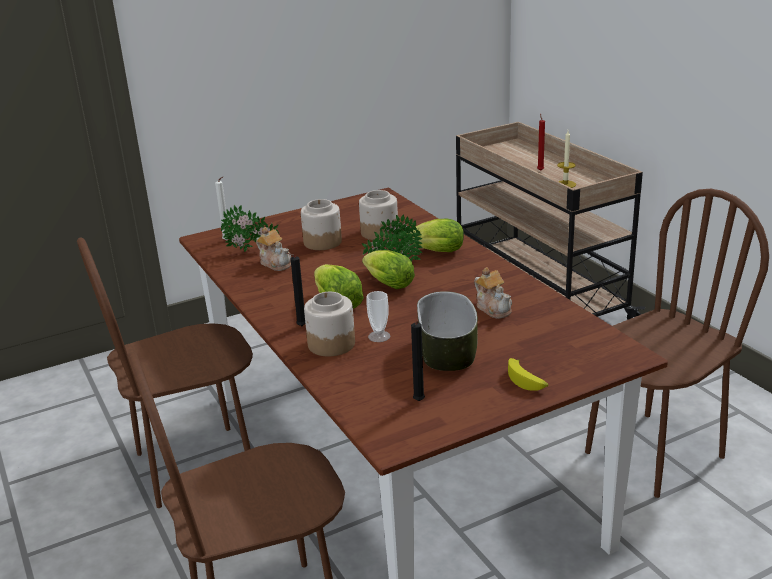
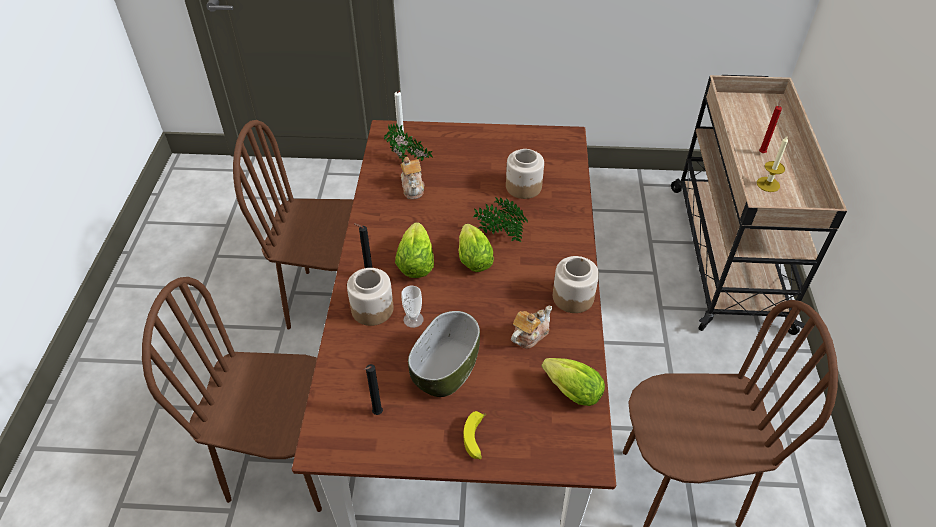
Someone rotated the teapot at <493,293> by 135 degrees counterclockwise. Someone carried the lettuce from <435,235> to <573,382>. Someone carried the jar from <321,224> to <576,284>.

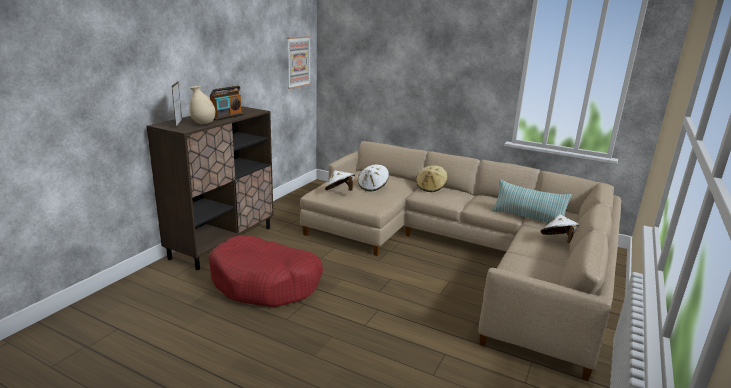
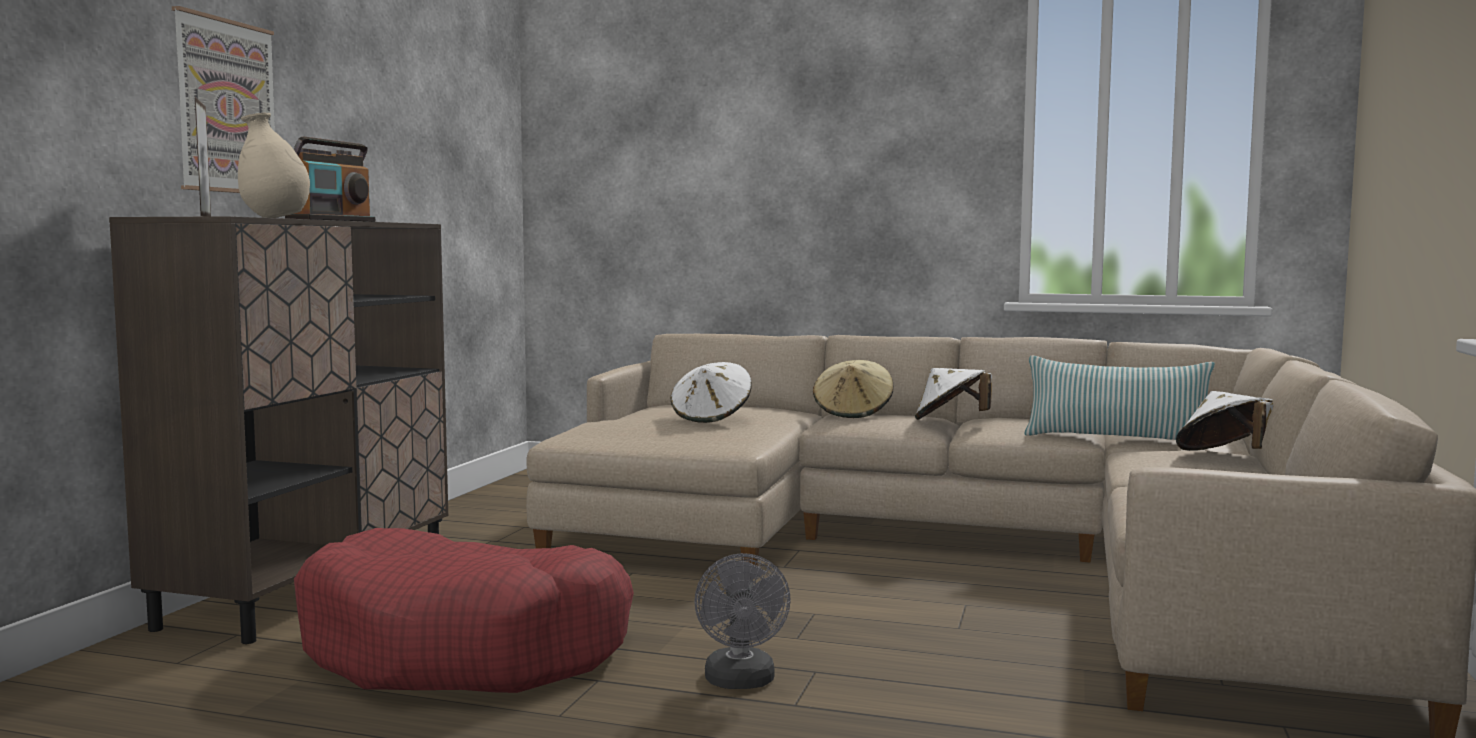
Someone carried the picture from <299,62> to <223,99>. Someone put down the fan/grey at <742,621>. Someone carried the hat/white from <340,180> to <953,394>.

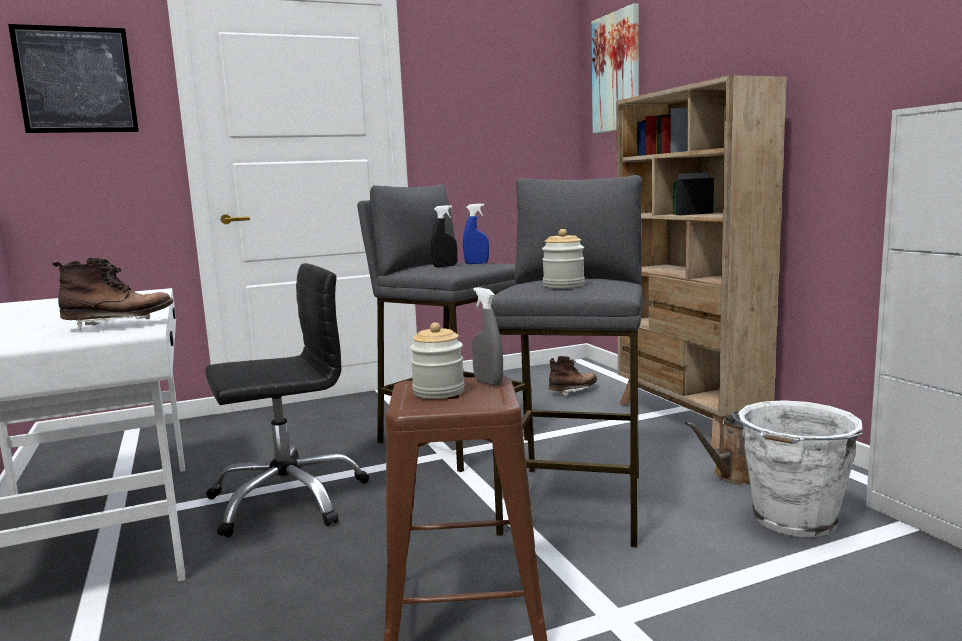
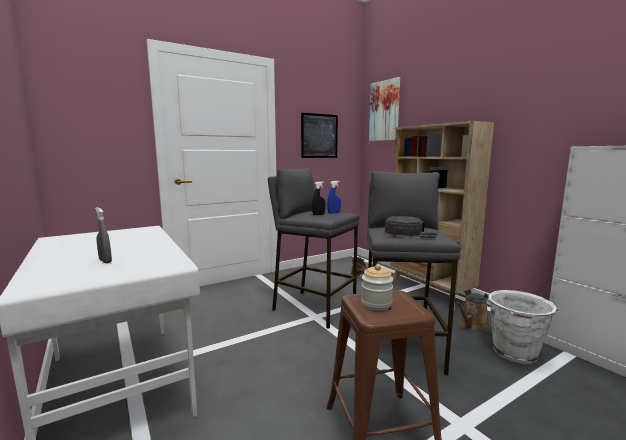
Someone carried the spray bottle/grey from <487,336> to <103,235>. Someone carried the picture from <73,78> to <319,135>. Someone swapped the jar at <563,258> for the cap/black at <411,227>. Someone took away the boot/brown at <112,294>. Someone took away the office chair/black at <287,400>.

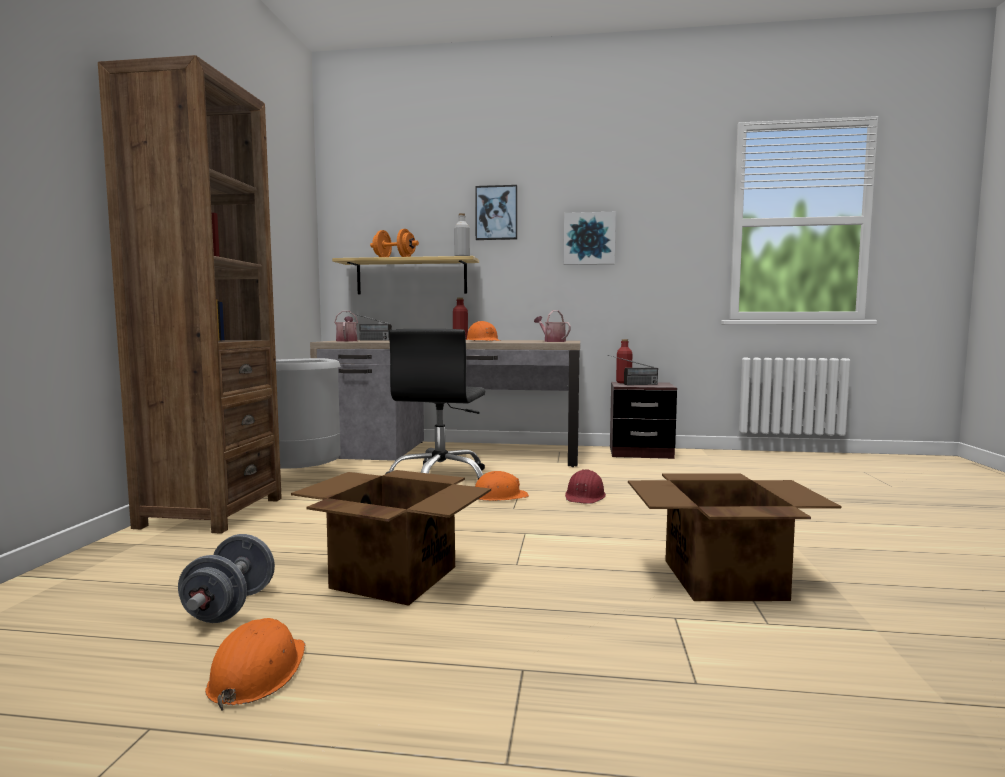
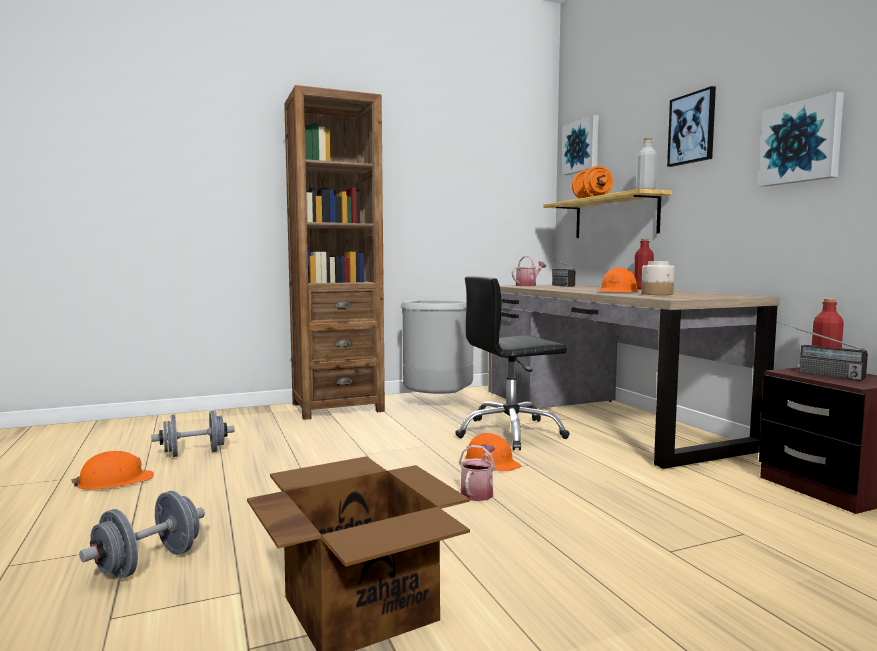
Someone put down the dumbbell/grey at <142,535>. Someone carried the watering can from <552,326> to <477,472>. Someone put up the picture at <580,145>. Someone put down the jar at <658,278>. Someone took away the cardboard box at <391,538>. Someone took away the hard hat/red at <585,486>.

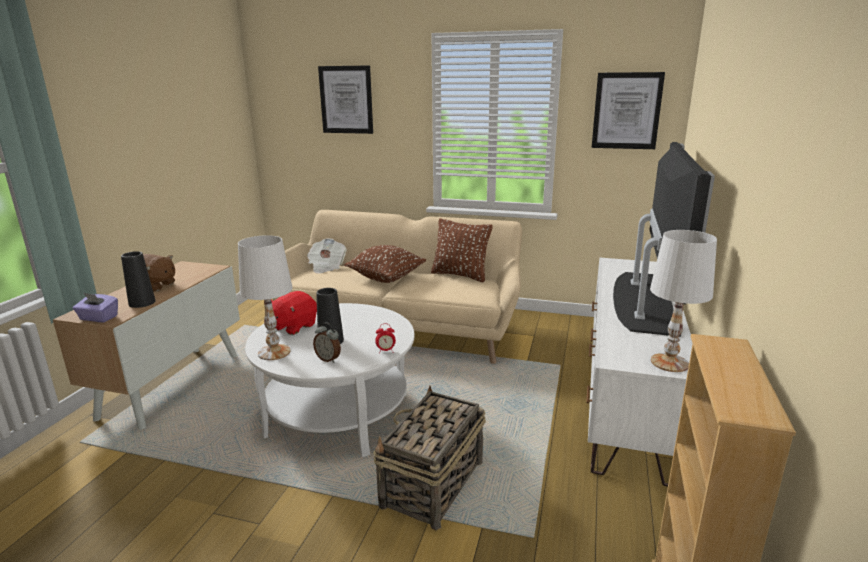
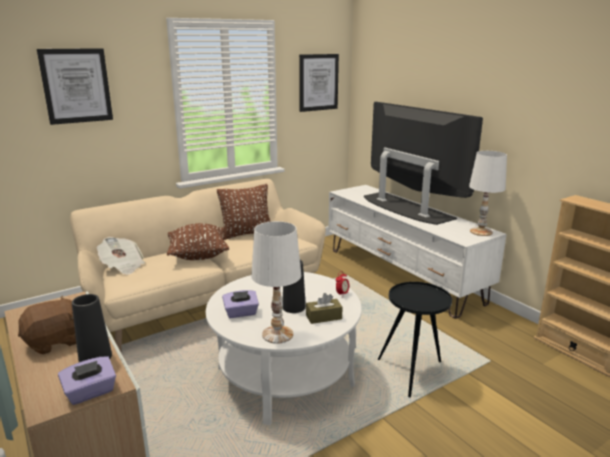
Someone swapped the plush toy/red at <294,313> for the tissue box/purple at <240,304>. Someone swapped the alarm clock at <327,342> for the tissue box/brown at <324,308>. Someone swapped the basket at <429,457> for the side table/black at <415,340>.

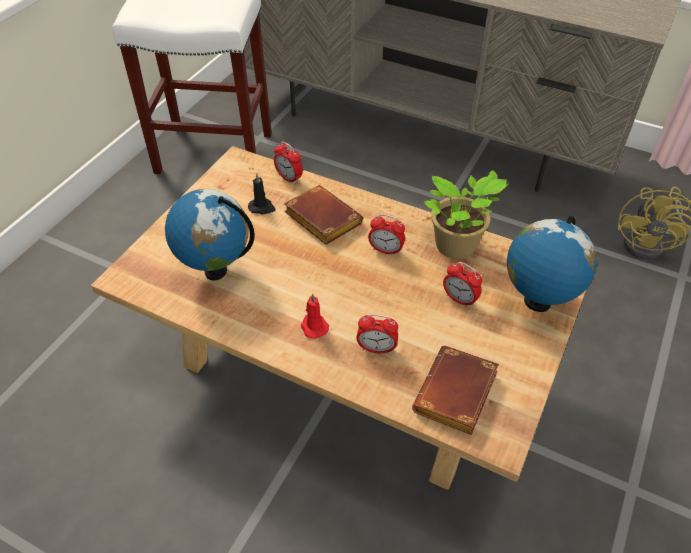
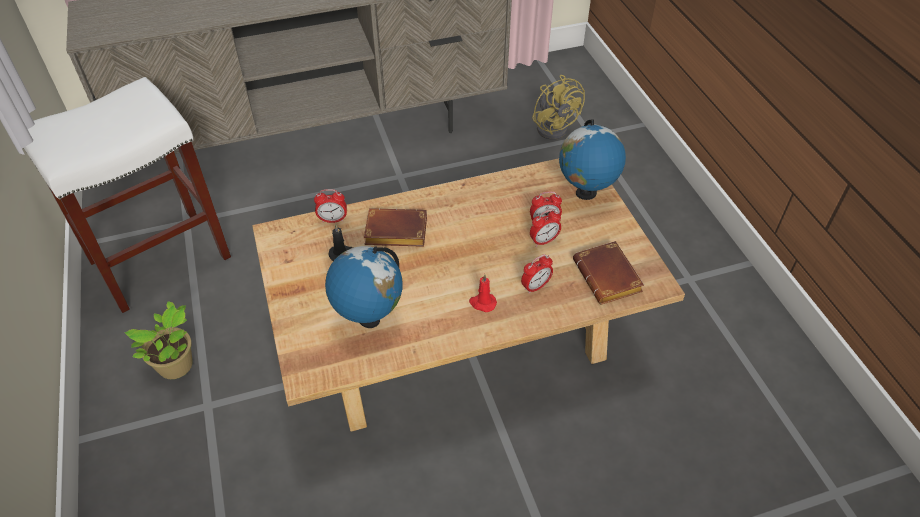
Someone carried the potted plant from <466,214> to <158,340>. Someone carried the alarm clock from <386,235> to <545,228>.

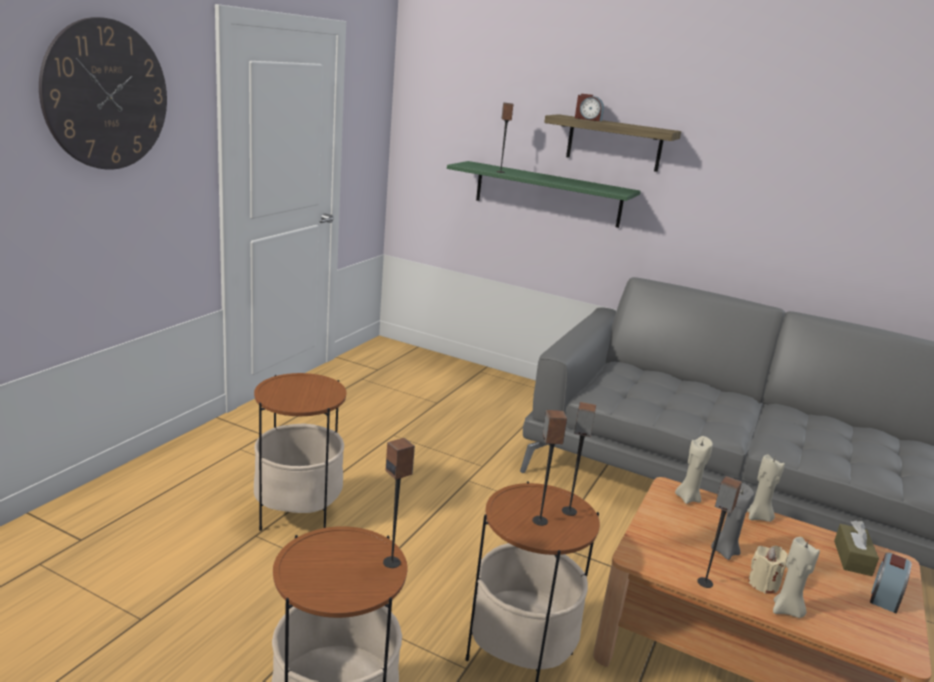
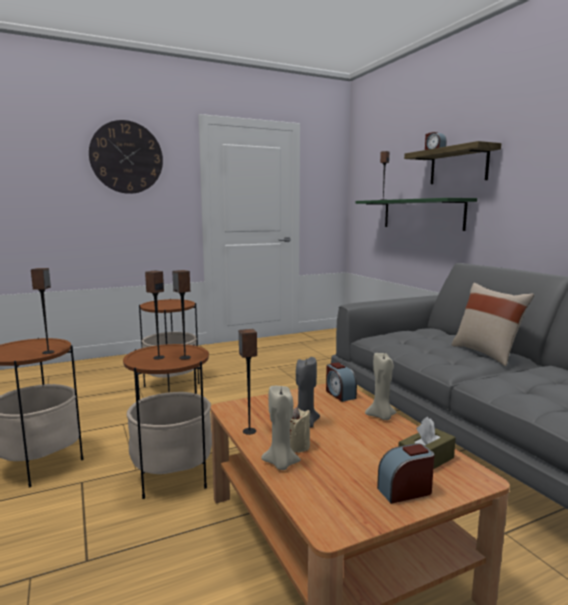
Someone swapped the candle/beige at <694,470> for the alarm clock at <341,382>. Someone put down the pillow/beige at <493,324>.

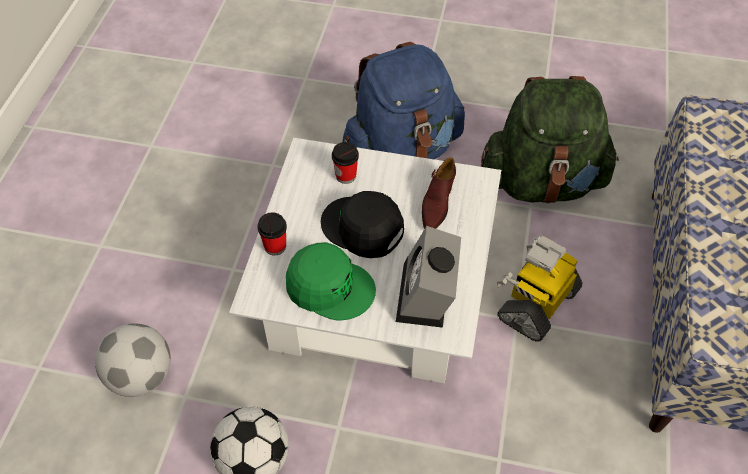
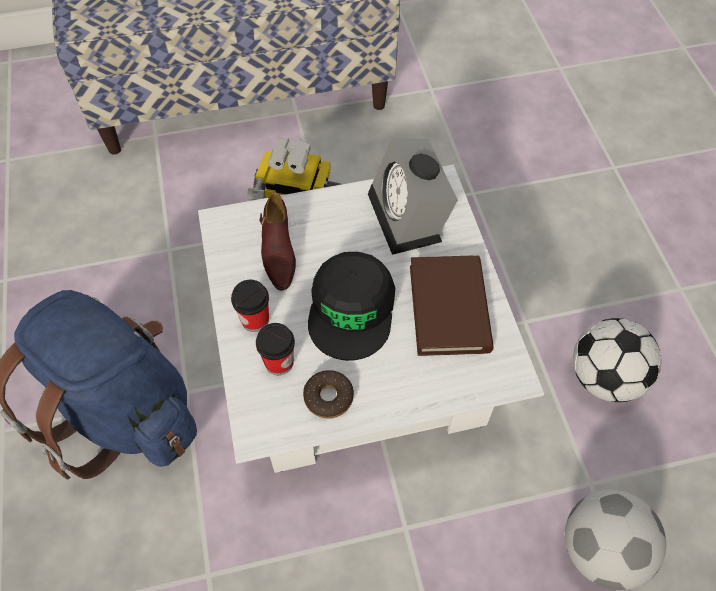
Someone carried the cup from <272,234> to <250,306>. Someone rotated the shoe/brown at <439,193> by 90 degrees clockwise. Someone put down the donut at <328,394>. Someone rotated the alarm clock at <428,277> by 90 degrees clockwise. Someone swapped the cap/green at <331,281> for the book/brown at <452,306>. Someone took away the backpack/green at <550,140>.

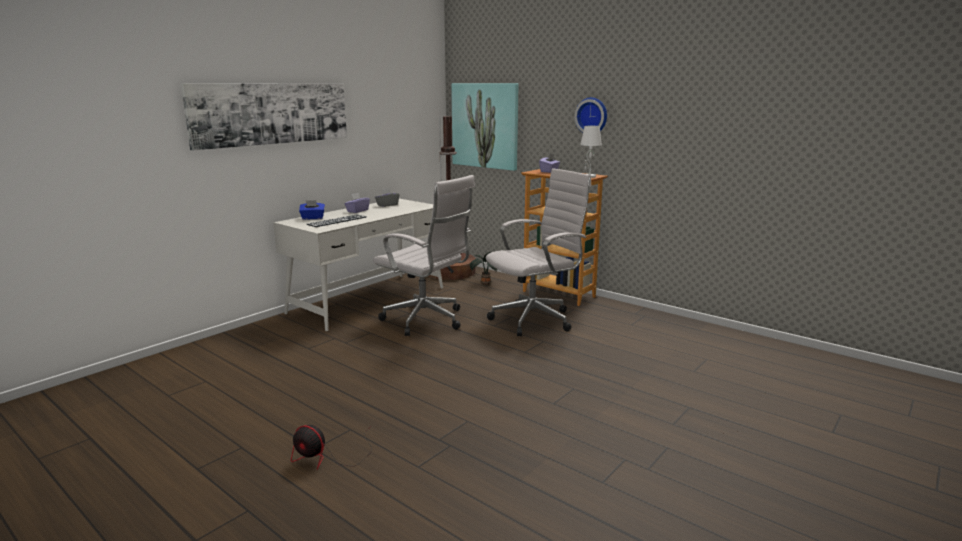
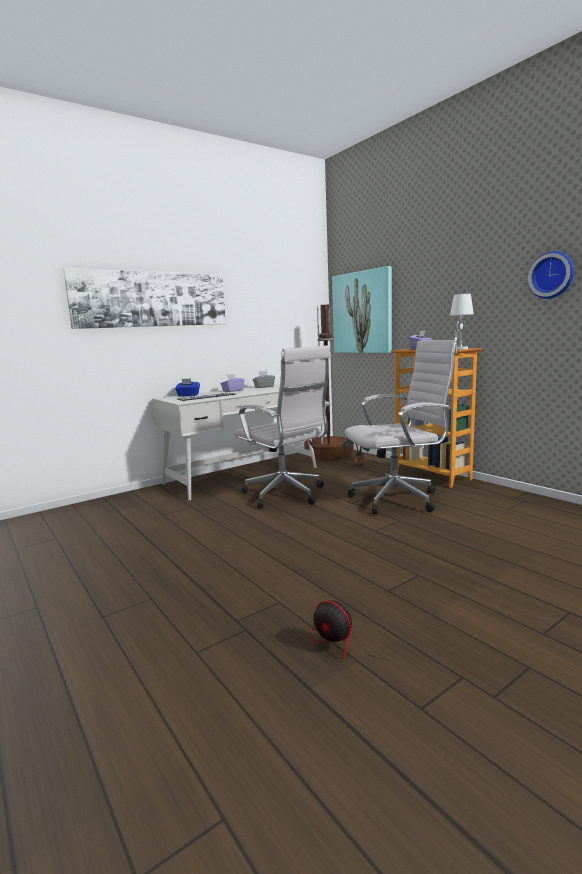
Someone carried the fan from <331,447> to <358,630>. Someone carried the wall clock from <590,115> to <551,275>.

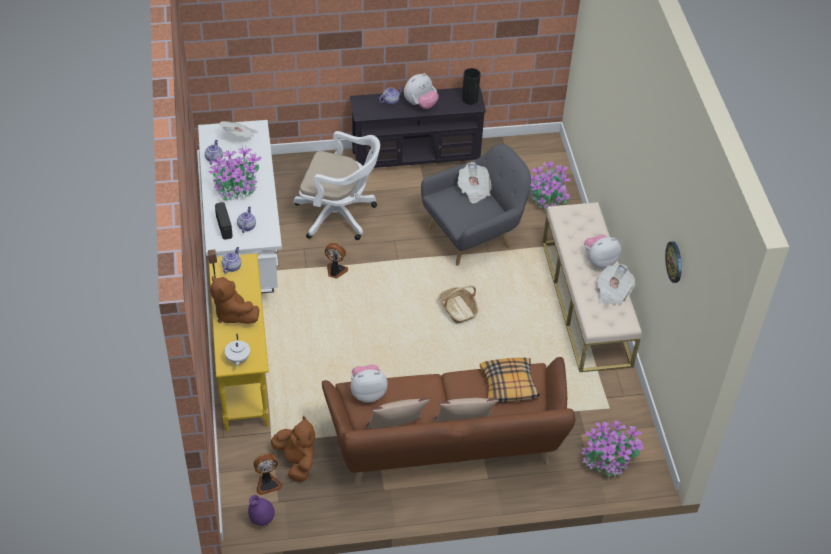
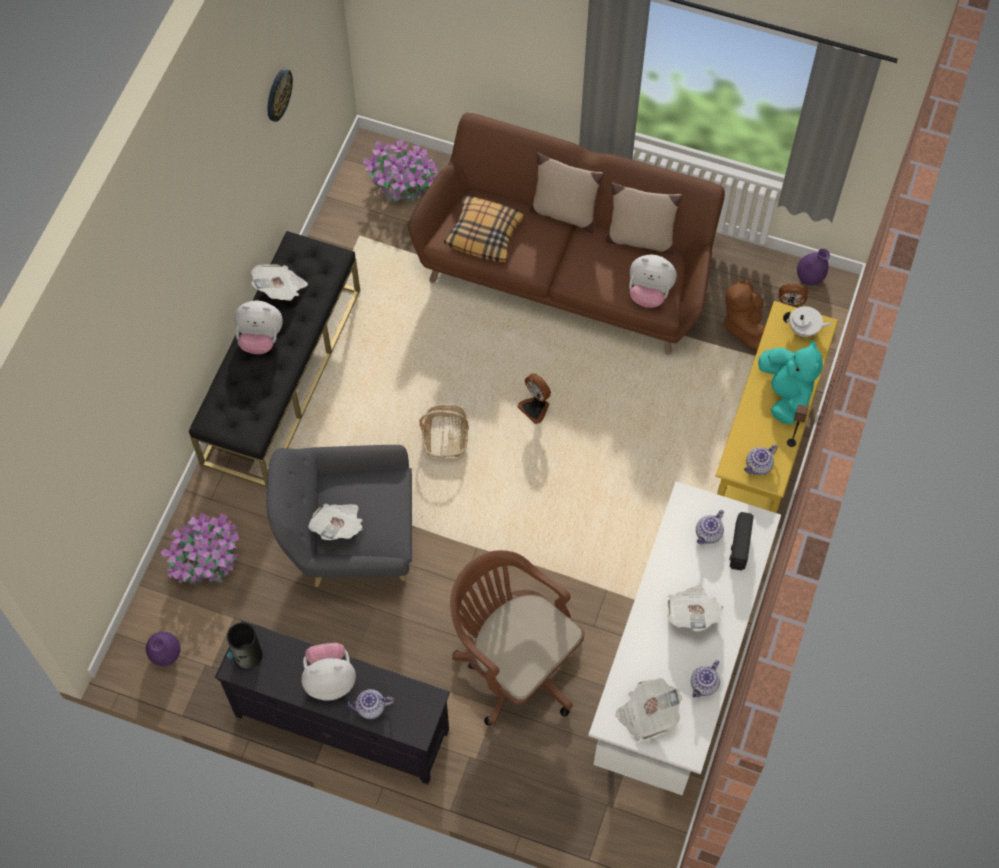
Someone put down the vase/purple at <163,649>. Someone repainted the bench/beige at <592,287>, which became the bench/black at <274,359>. Someone repainted the office chair/white at <337,185>, which became the office chair/brown at <517,637>. Someone carried the fan from <336,261> to <534,398>. Someone swapped the potted plant at <235,174> for the newspaper at <695,608>. Someone repainted the plush toy/brown at <234,300>, which became the plush toy/turquoise at <790,382>. Someone rotated the teapot/white at <237,350> by 75 degrees clockwise.

